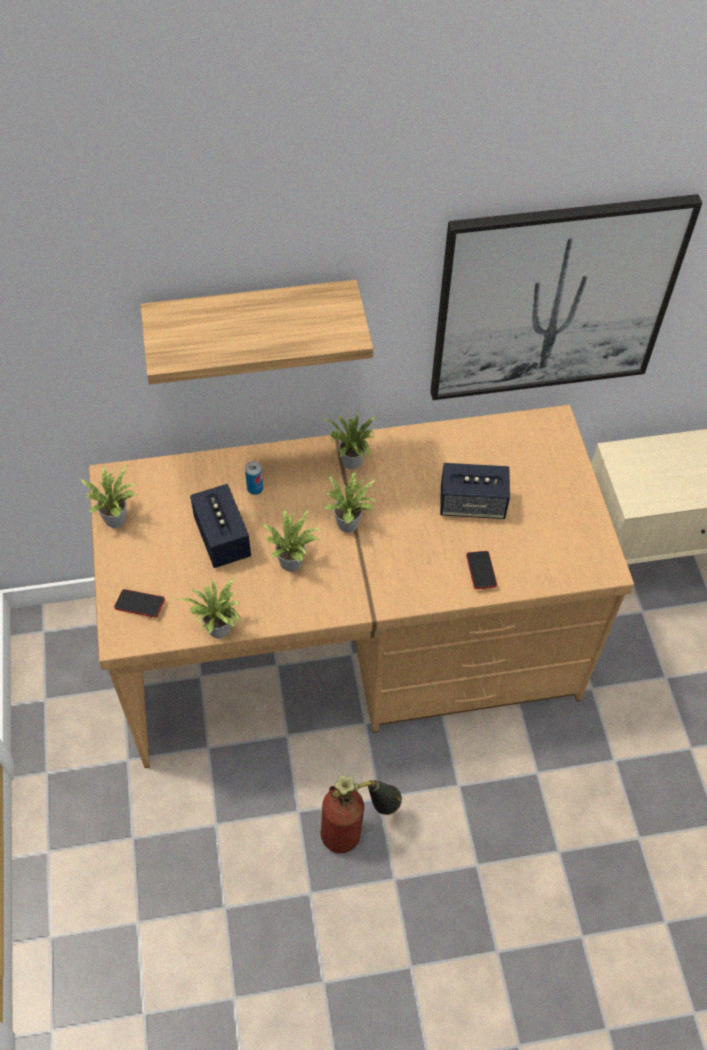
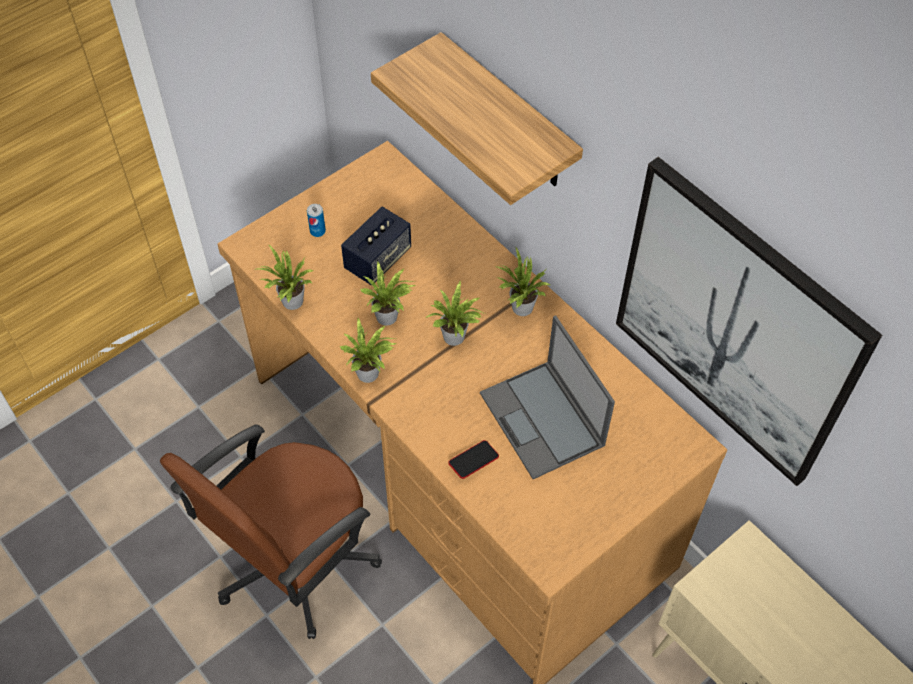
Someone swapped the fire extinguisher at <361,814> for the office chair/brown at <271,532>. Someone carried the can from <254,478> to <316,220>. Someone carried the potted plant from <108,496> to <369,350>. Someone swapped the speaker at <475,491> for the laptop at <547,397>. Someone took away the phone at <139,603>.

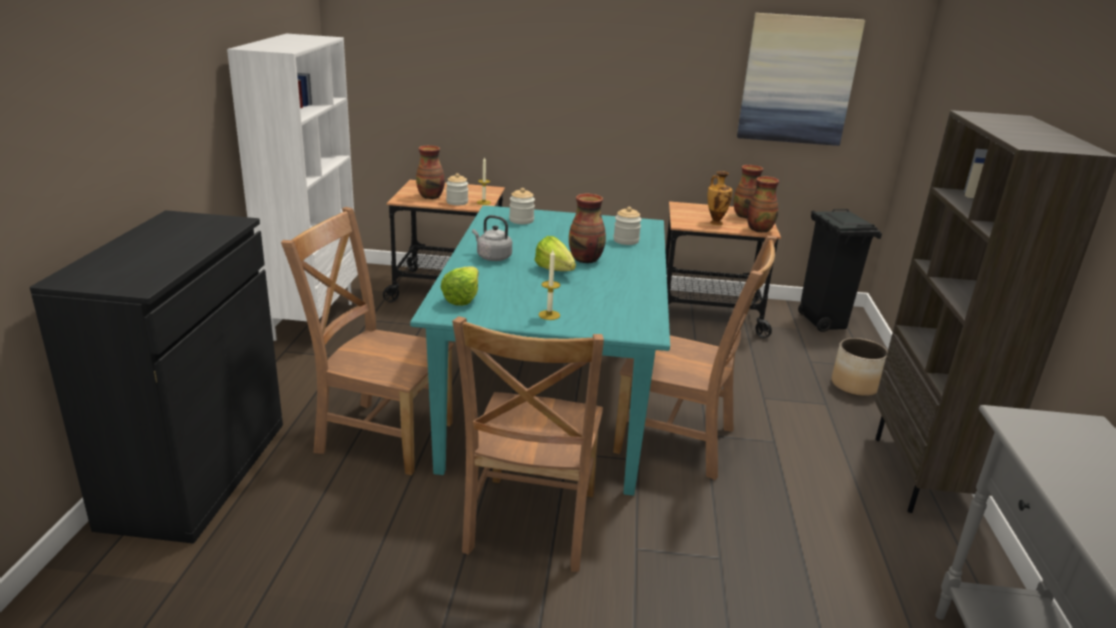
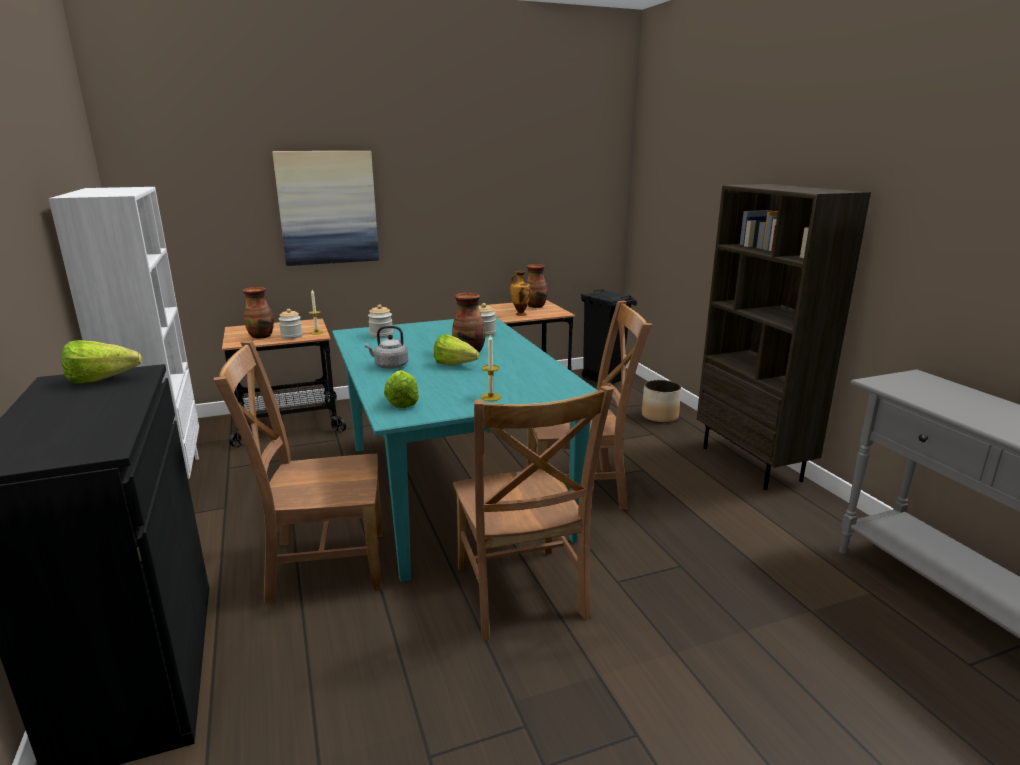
Someone put down the lettuce at <101,361>. Someone carried the picture from <801,79> to <325,208>. Someone took away the vase at <763,204>.

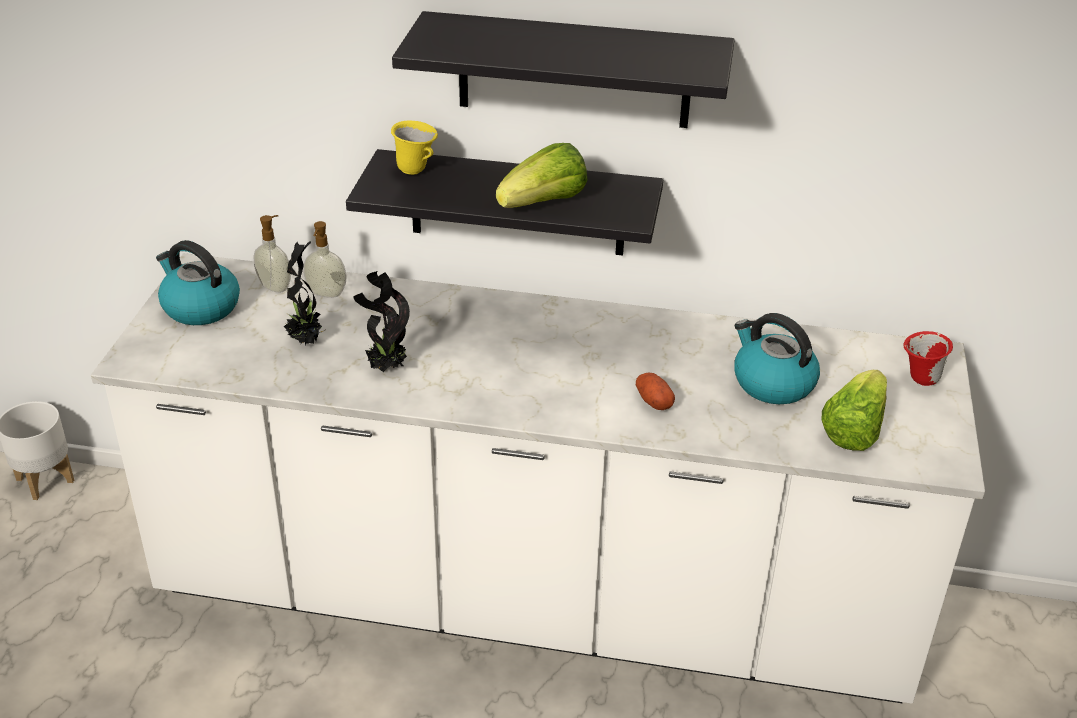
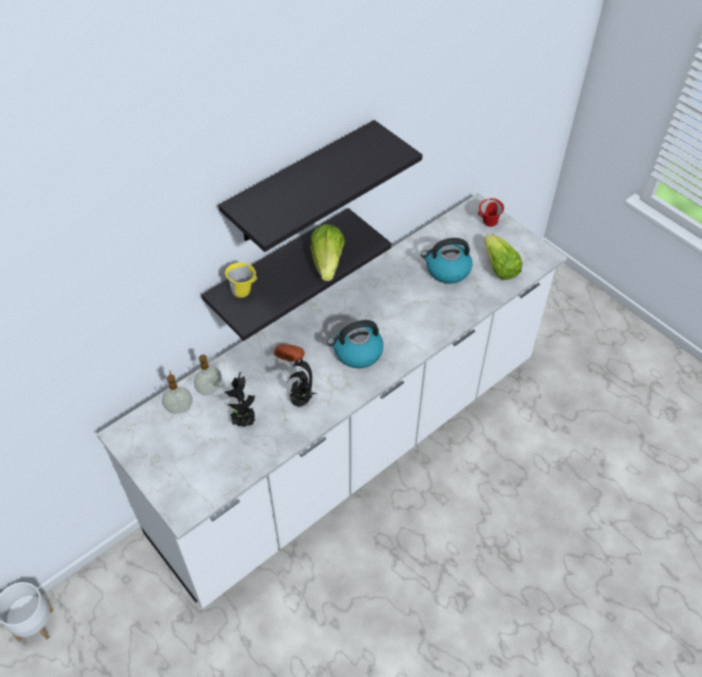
Someone carried the potato from <655,391> to <289,352>. Someone carried the kettle from <198,282> to <355,344>.

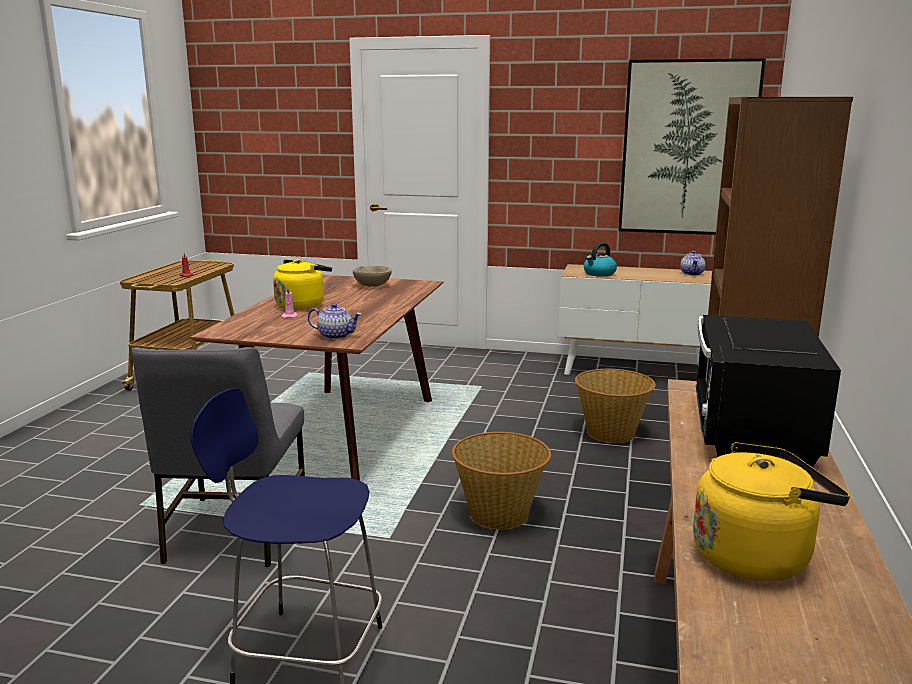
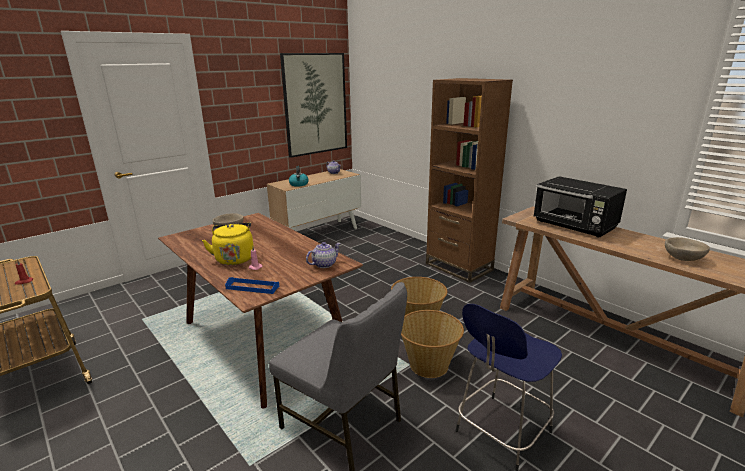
Someone put down the tray/blue at <252,285>. Someone carried the basket from <615,406> to <432,344>. Someone swapped the kettle/yellow at <771,511> for the bowl/beige at <687,249>.

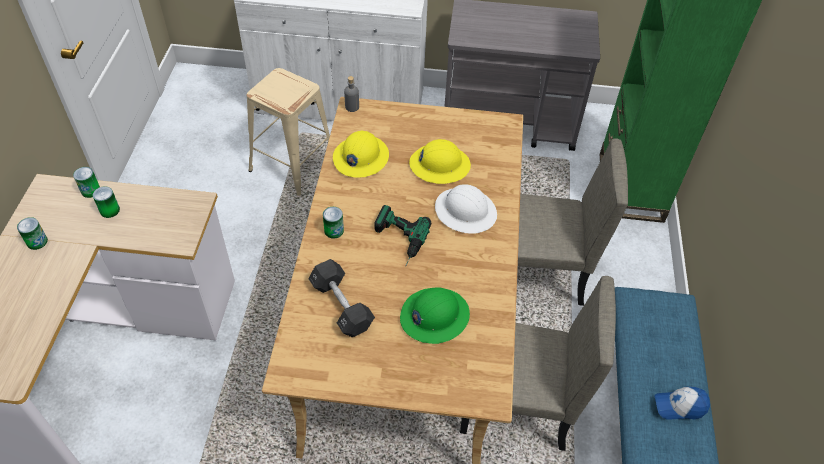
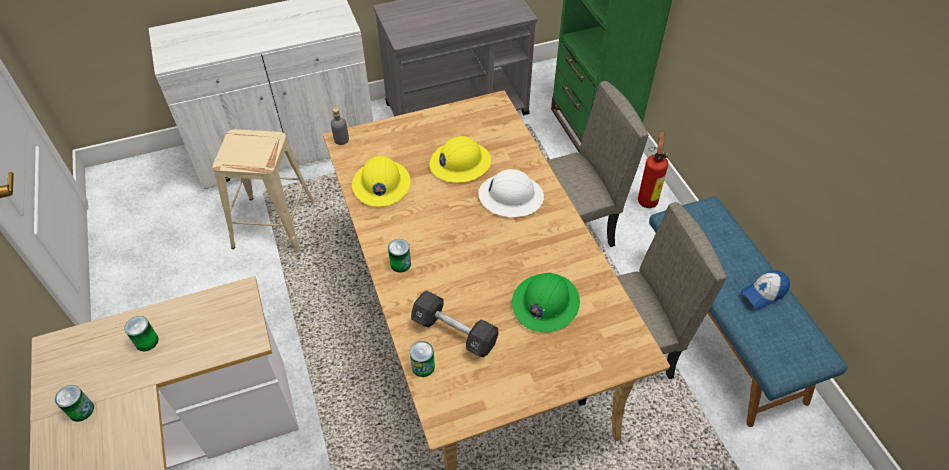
Someone carried the can from <86,182> to <422,359>. Someone put down the fire extinguisher at <653,169>. Someone took away the power drill at <402,235>.

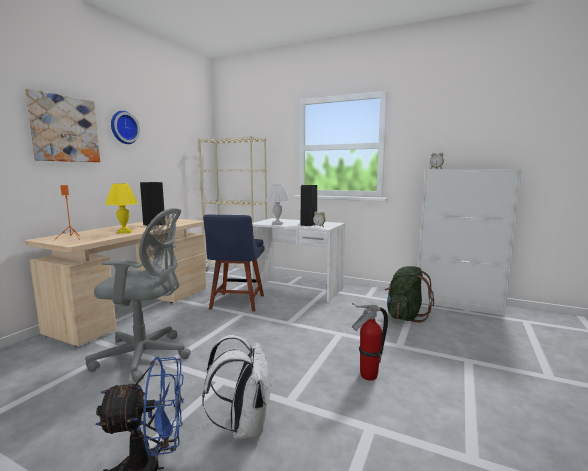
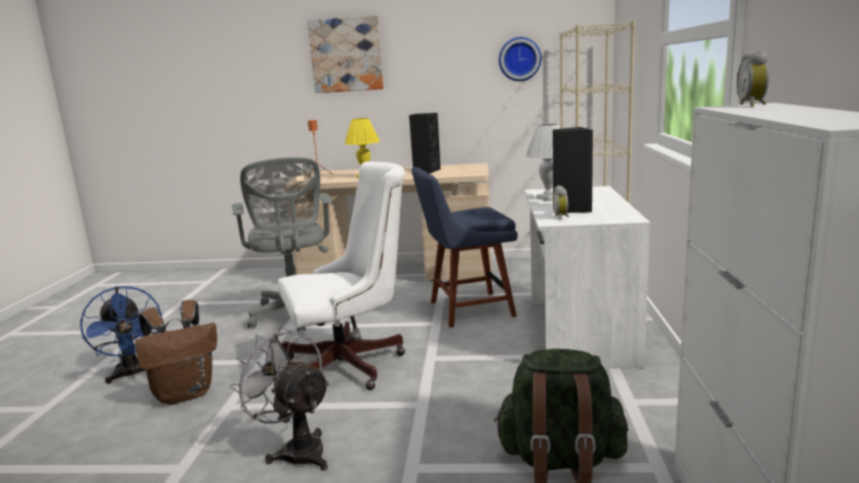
Someone repainted the backpack/white at <237,387>, which became the backpack/brown at <175,352>. Someone swapped the fire extinguisher at <369,341> for the fan/grey at <280,399>. Someone put down the office chair/white at <341,275>. Someone carried the wall clock from <125,127> to <520,59>.

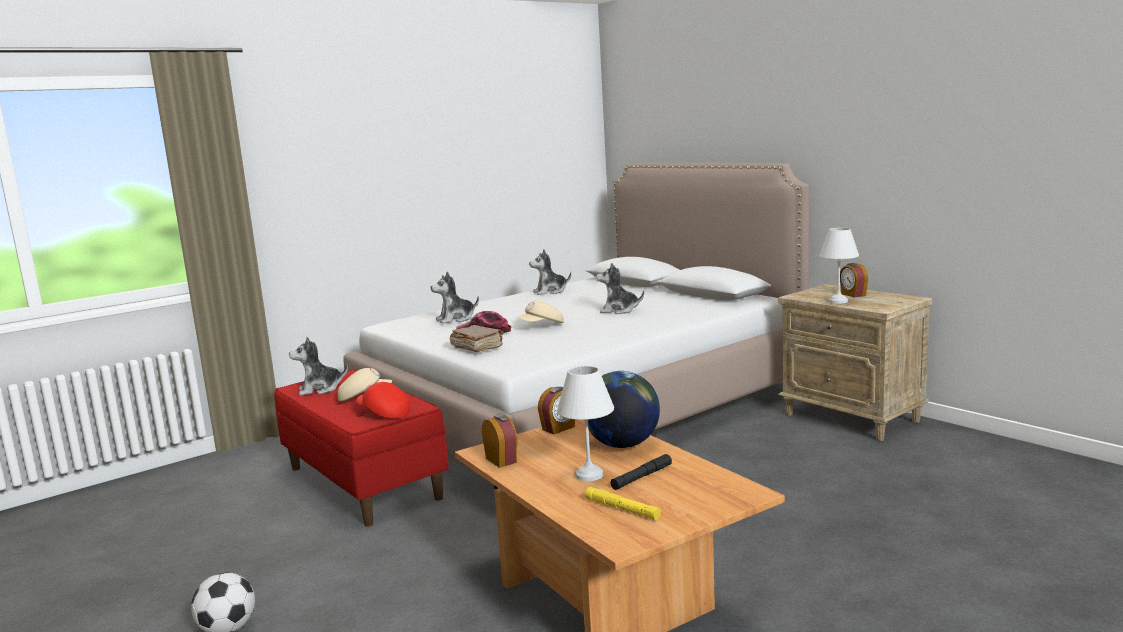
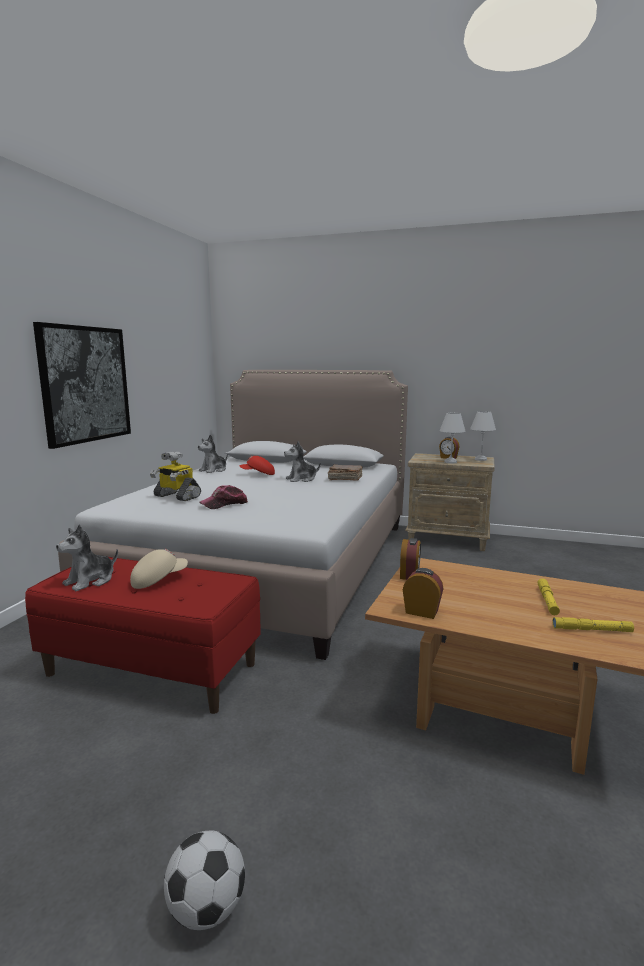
Someone put up the picture at <82,385>. Someone swapped the plush toy at <455,297> for the toy robot at <175,476>. Someone carried the cap/red from <383,400> to <257,465>. Someone carried the book/brown from <477,338> to <345,473>. Someone carried the table lamp/white from <585,423> to <483,436>. Someone repainted the flashlight/black at <641,472>, which became the flashlight/yellow at <549,596>. Someone took away the cap/beige at <540,312>. Someone took away the globe at <622,409>.

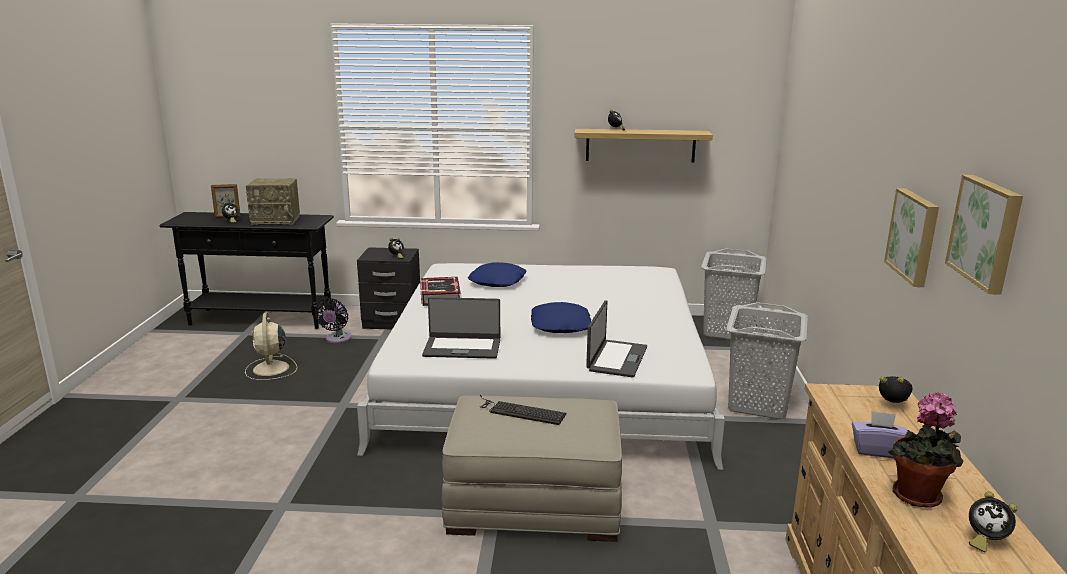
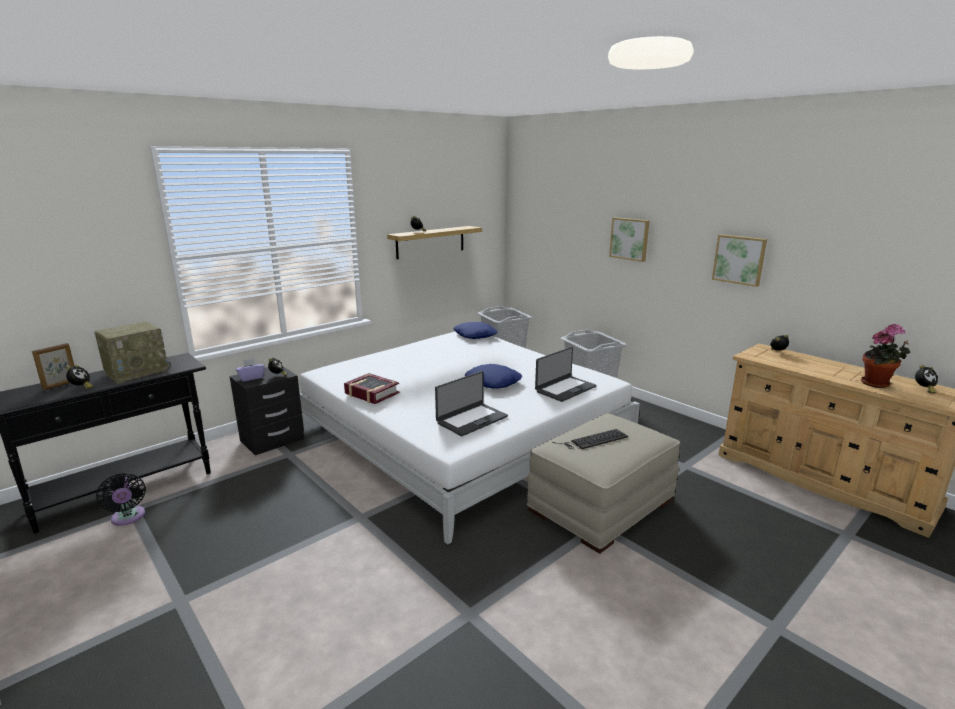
Someone carried the fan/black from <333,320> to <121,499>. Someone carried the tissue box/purple from <880,435> to <250,370>. Someone carried the pillow/blue from <497,274> to <475,330>. Someone rotated the laptop at <616,338> by 75 degrees clockwise. Someone carried the picture from <984,235> to <629,239>. Someone took away the fan/beige at <271,346>.

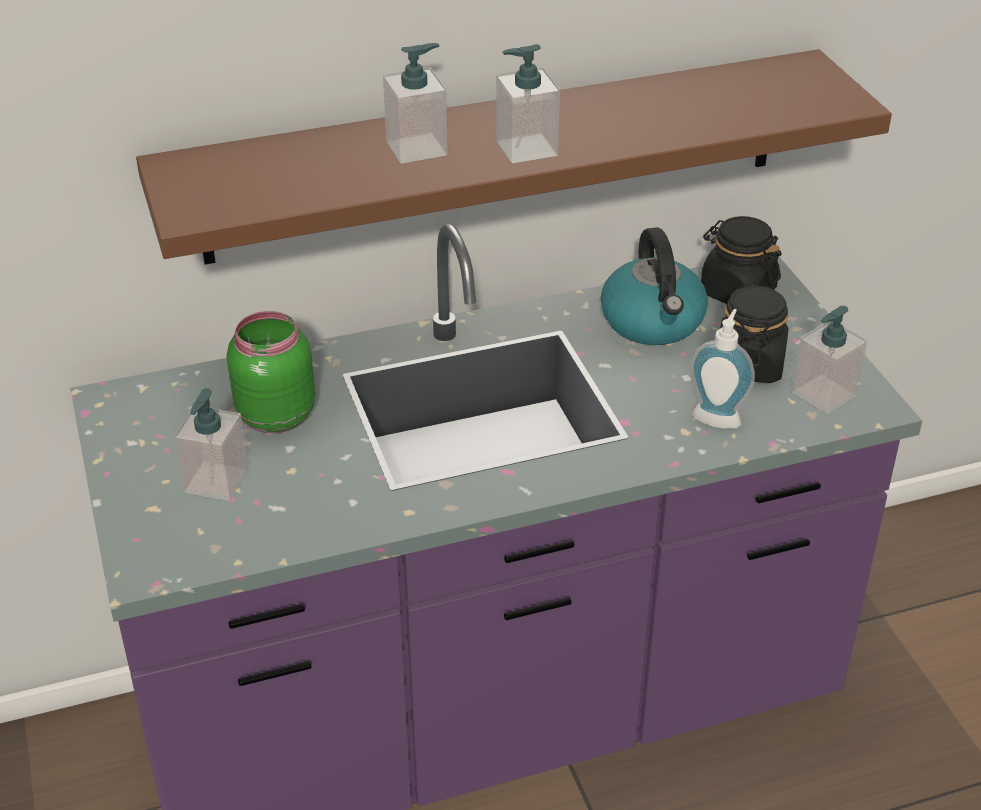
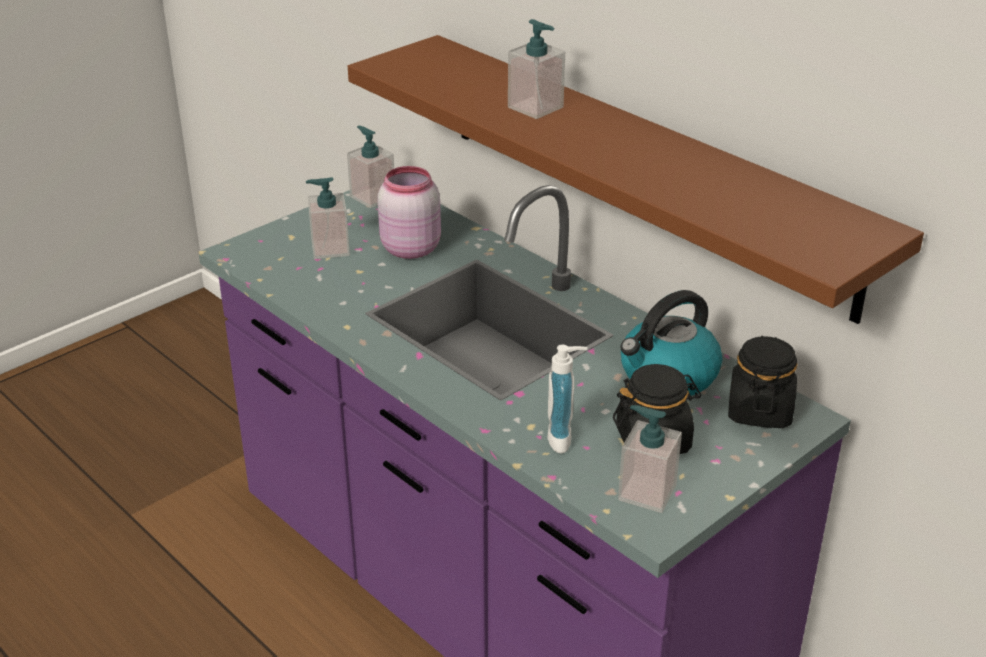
Someone carried the soap dispenser from <528,103> to <370,167>. Someone repainted the jar/green at <271,372>, which became the jar/pink at <409,212>.

